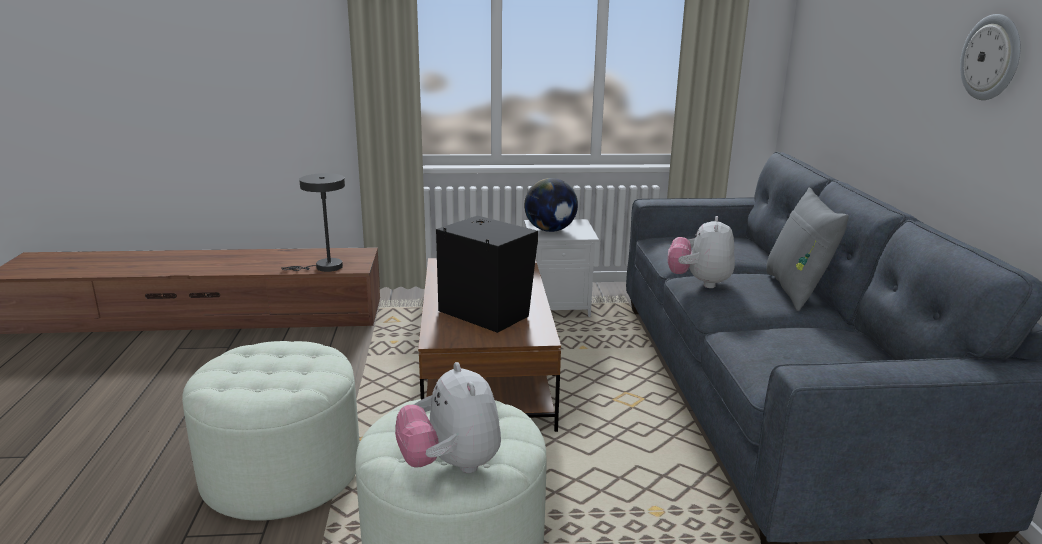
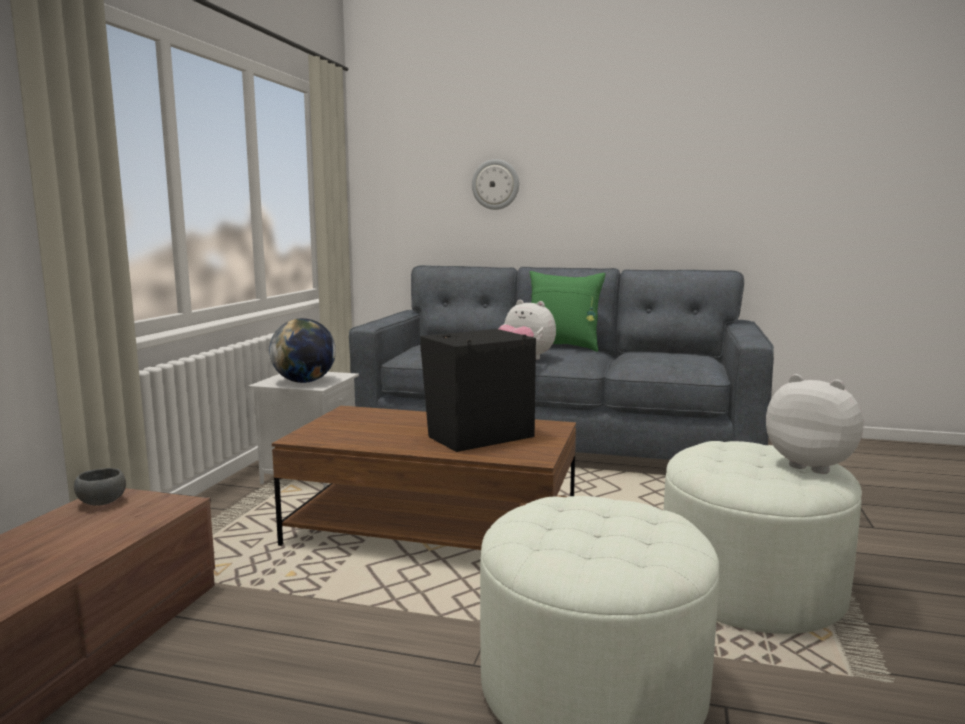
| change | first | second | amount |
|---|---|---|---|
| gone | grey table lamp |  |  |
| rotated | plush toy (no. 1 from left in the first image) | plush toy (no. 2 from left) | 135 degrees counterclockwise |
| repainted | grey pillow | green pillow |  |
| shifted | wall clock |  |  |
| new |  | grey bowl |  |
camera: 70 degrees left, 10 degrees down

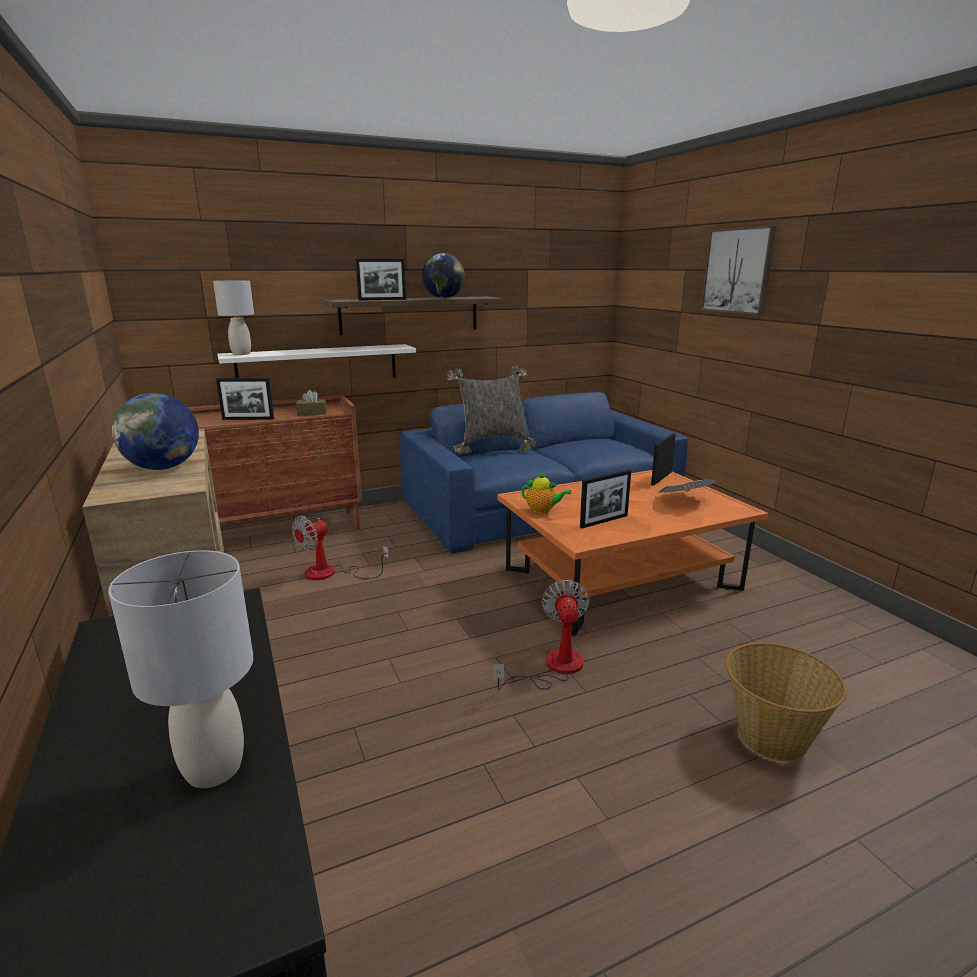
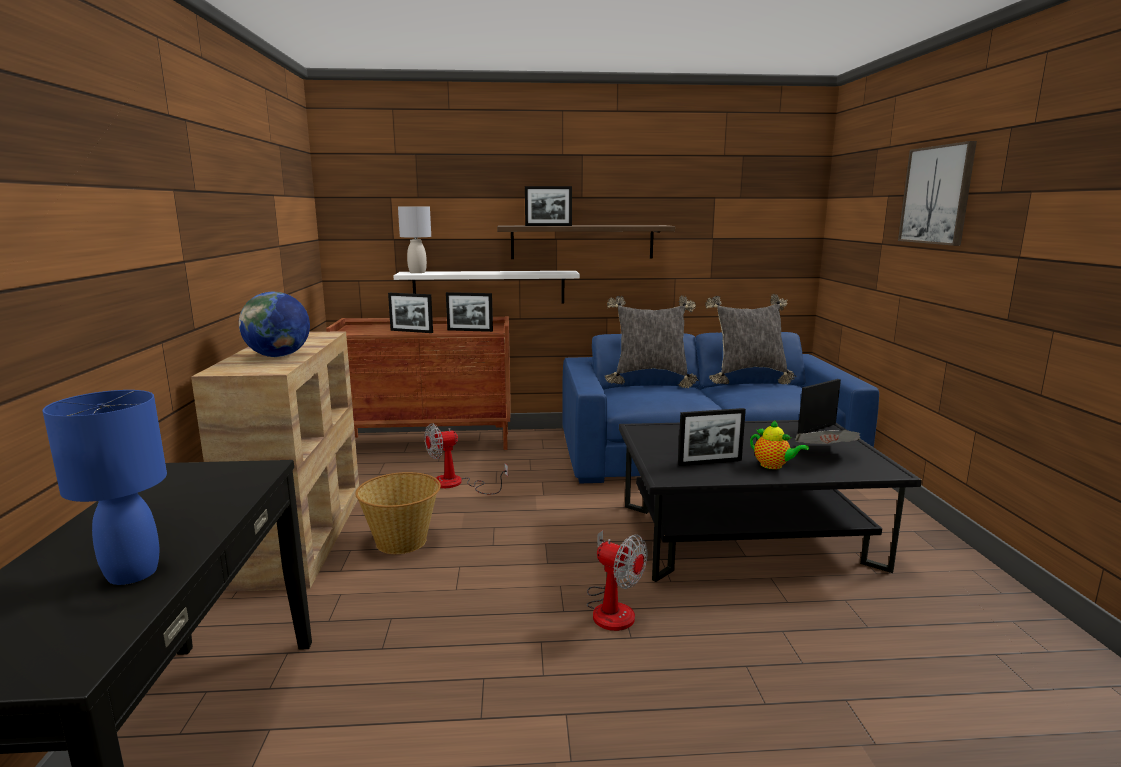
| change | first | second | amount |
|---|---|---|---|
| repainted | grey table lamp (no. 1 from left) | blue table lamp |  |
| swapped | brown tissue box | picture frame (no. 2 from left) |  |
| gone | globe (no. 2 from left) |  |  |
| rotated | fan (no. 2 from left) |  | 105 degrees clockwise |
| repainted | orange coffee table | black coffee table |  |
| shifted | teapot |  |  |
| shifted | basket |  |  |
| new |  | pillow (no. 2 from left) |  |
camera: 20 degrees right, 5 degrees down

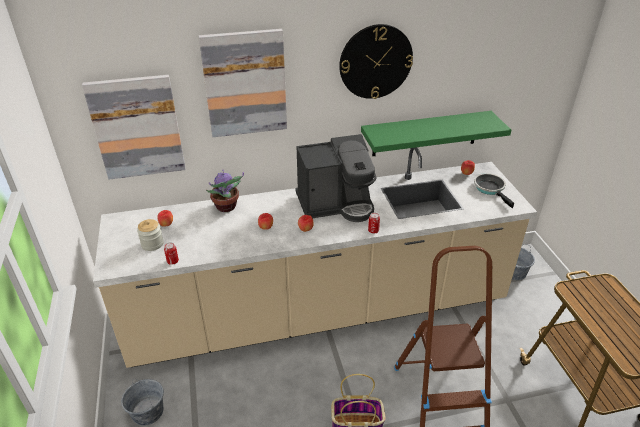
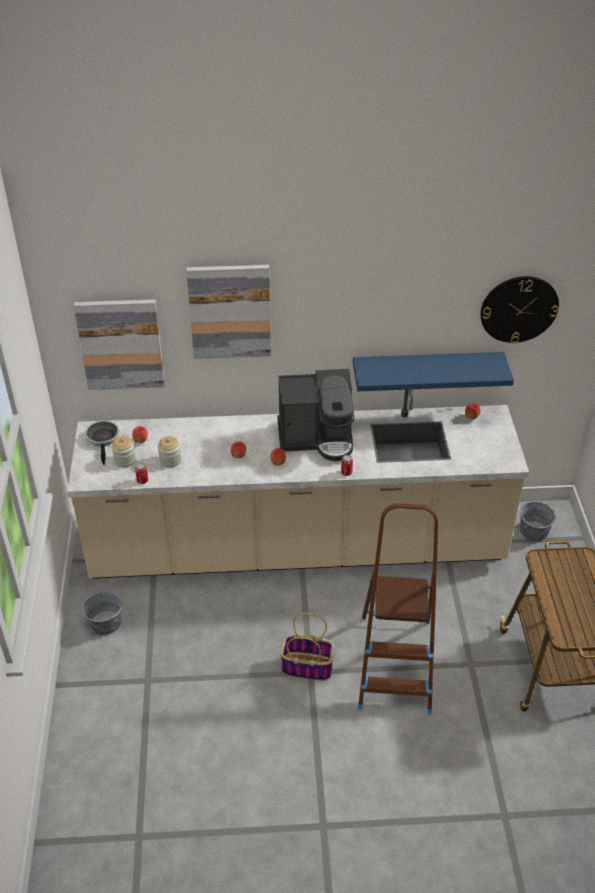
| change | first | second | amount |
|---|---|---|---|
| gone | potted plant |  |  |
| shifted | wall clock |  |  |
| repainted | green shelf | blue shelf |  |
| shifted | frying pan |  |  |
| new |  | jar (no. 2 from left) |  |
camera: 10 degrees right, 5 degrees up

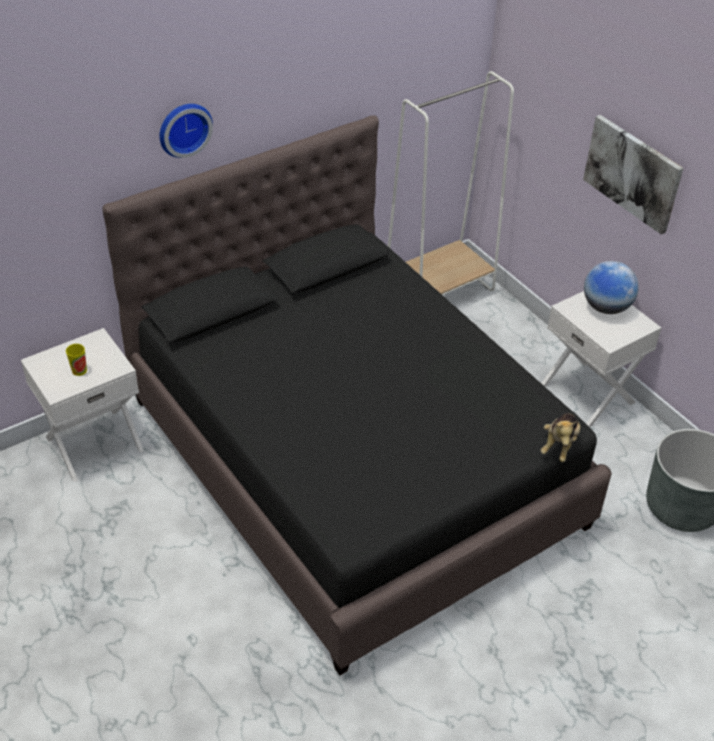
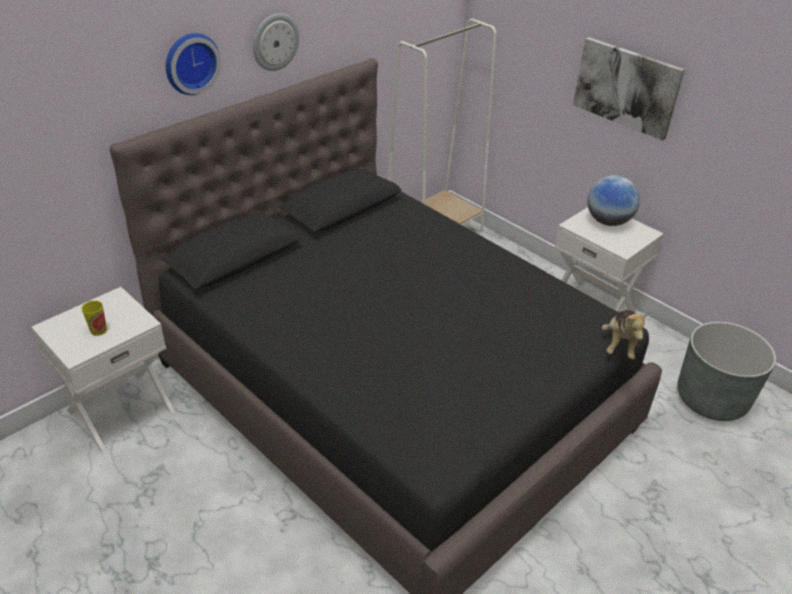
| change | first | second | amount |
|---|---|---|---|
| new |  | wall clock (no. 2 from left) |  |
camera: 10 degrees left, 5 degrees down

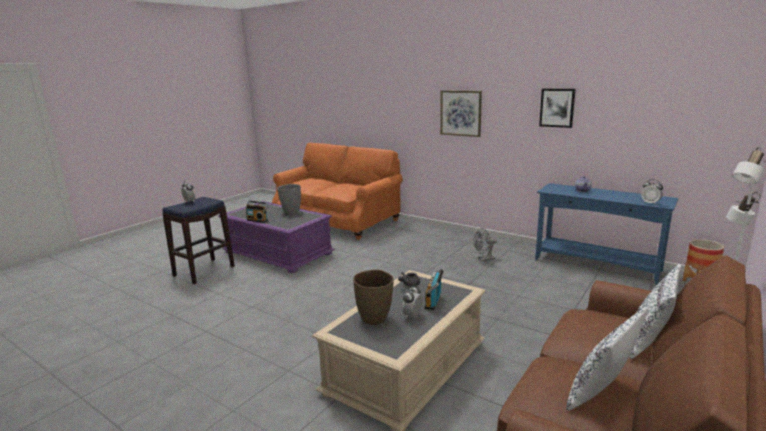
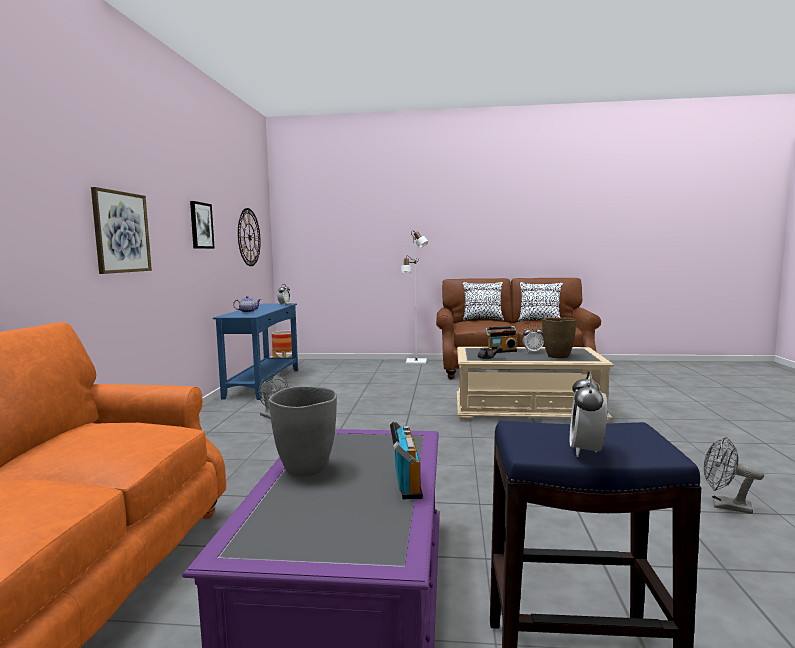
| change | first | second | amount |
|---|---|---|---|
| new |  | wall clock |  |
| new |  | grey fan (no. 2 from left) |  |
camera: 120 degrees left, 10 degrees down

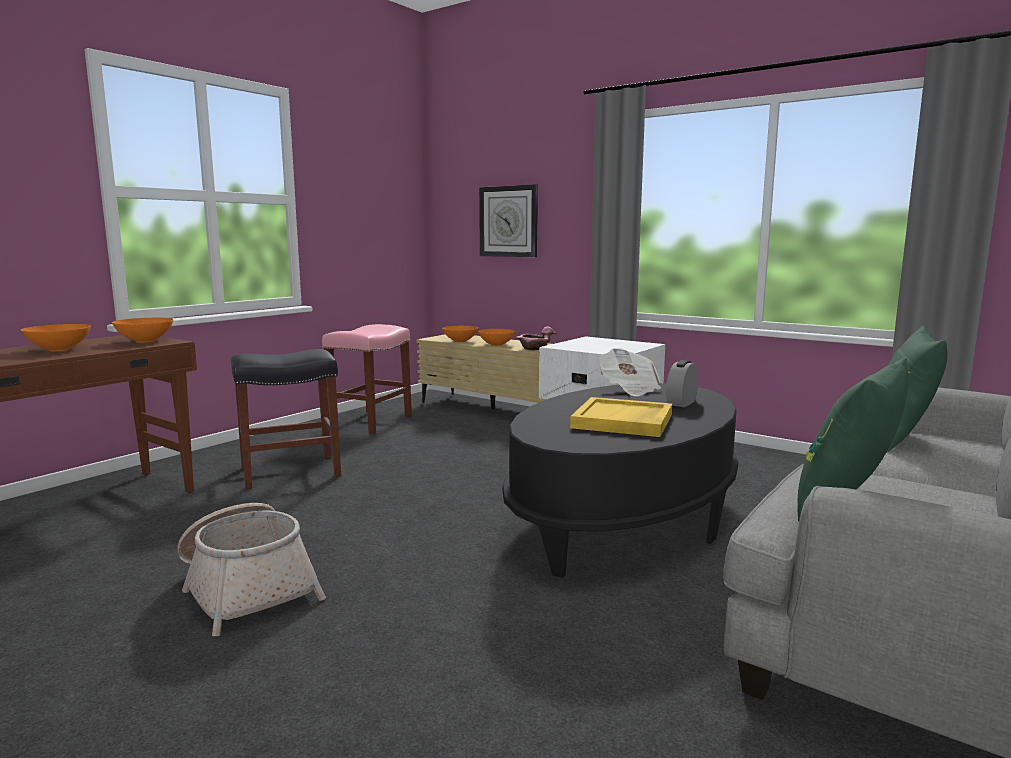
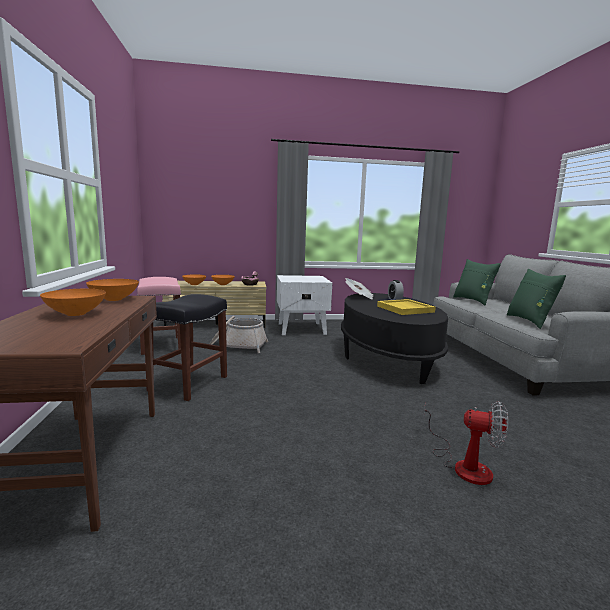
| change | first | second | amount |
|---|---|---|---|
| shifted | basket |  |  |
| gone | wall clock |  |  |
| new |  | fan |  |
camera: 45 degrees left, 0 degrees up

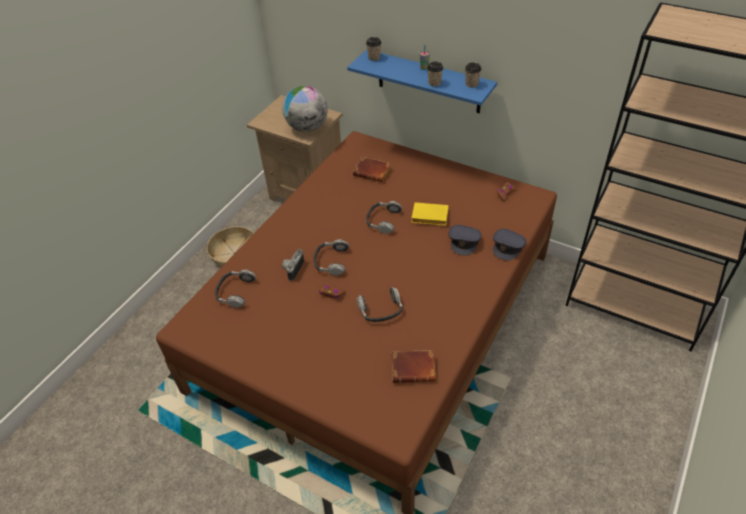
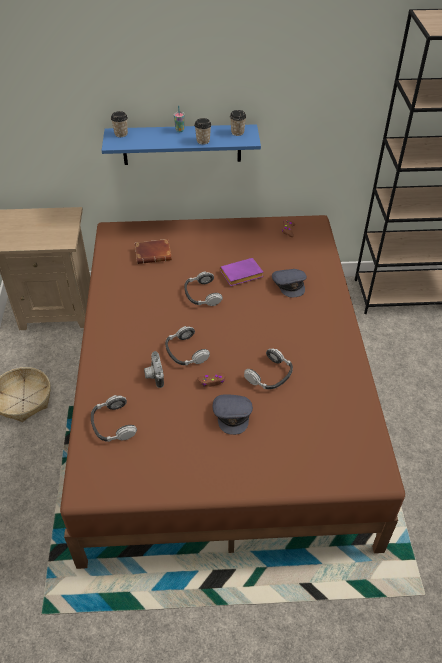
| change | first | second | amount |
|---|---|---|---|
| gone | globe |  |  |
| gone | brown book (no. 2 from left) |  |  |
| repainted | yellow book | purple book |  |
| shifted | grey cap (no. 2 from left in the first image) | grey cap (no. 1 from left) |  |
camera: 35 degrees left, 0 degrees up

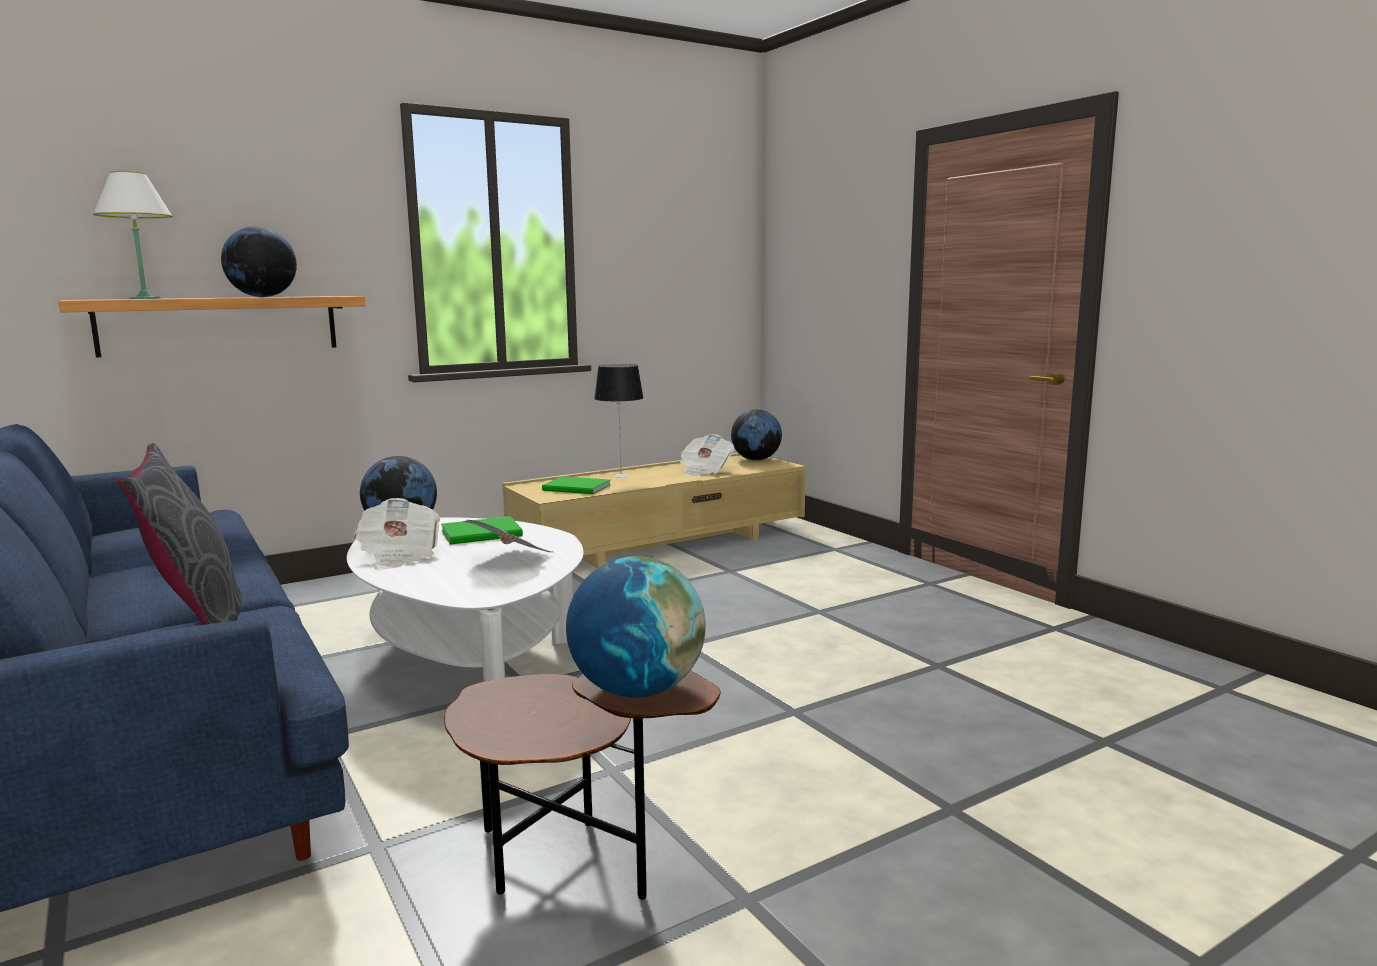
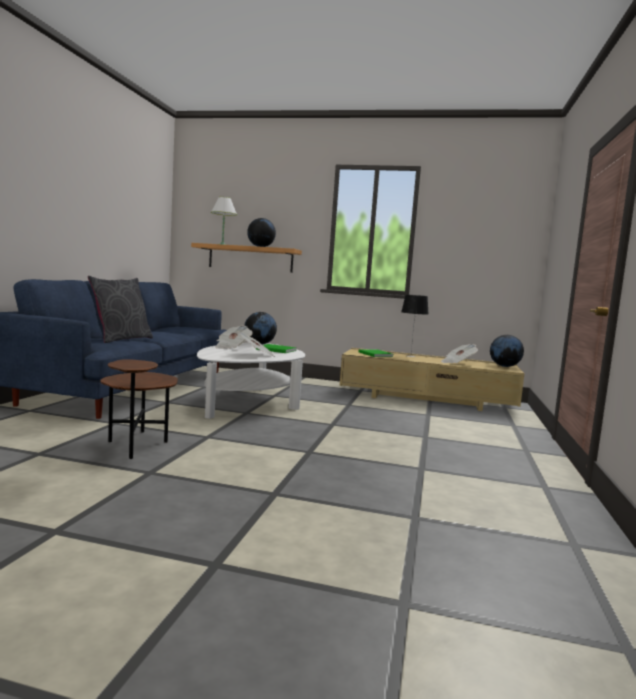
| change | first | second | amount |
|---|---|---|---|
| gone | globe (no. 3 from left) |  |  |
camera: 45 degrees right, 5 degrees down

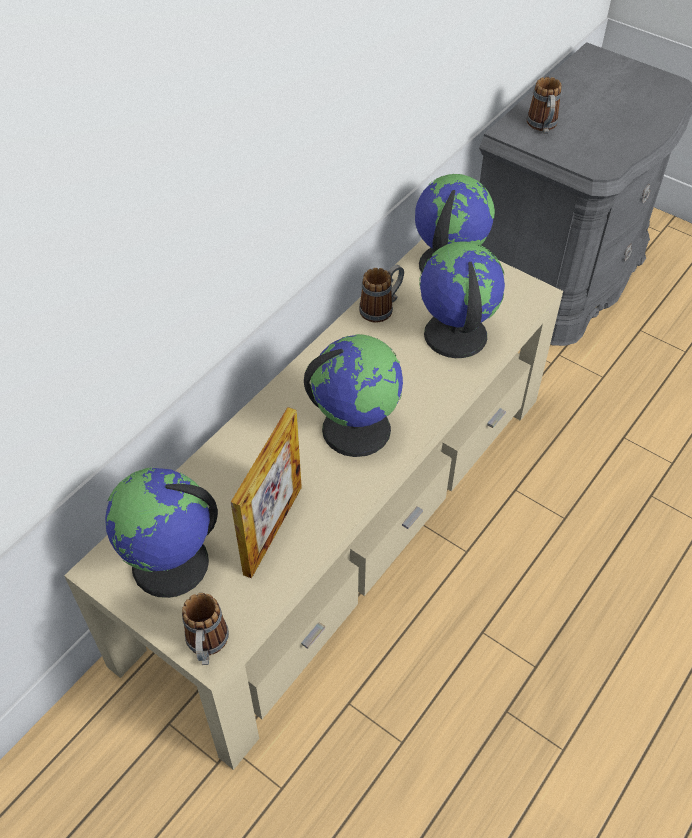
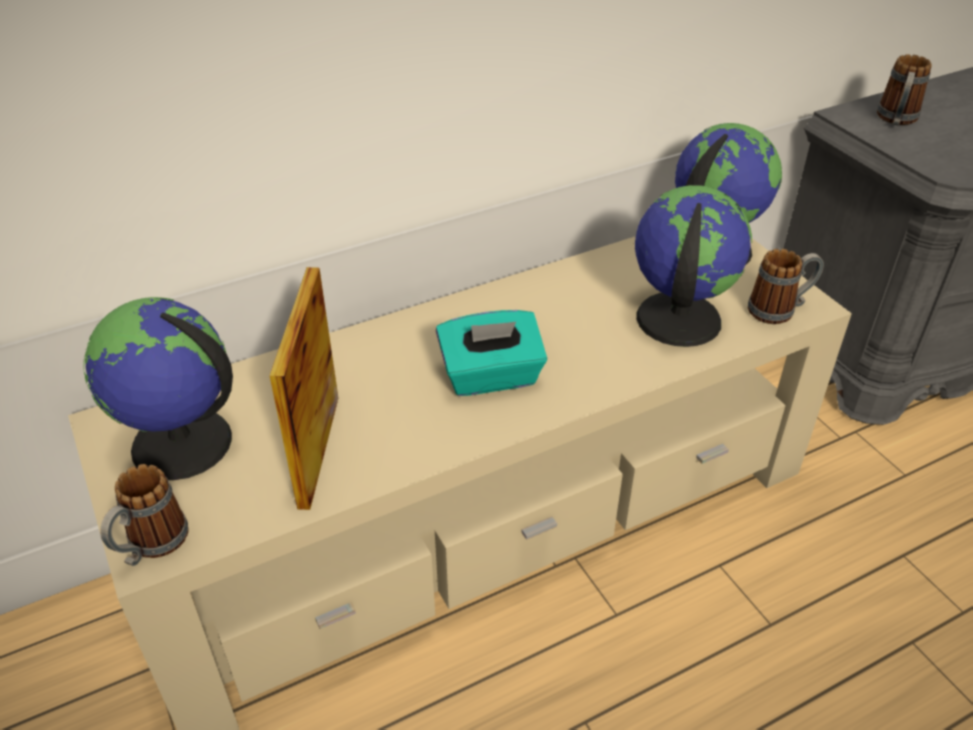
| change | first | second | amount |
|---|---|---|---|
| rotated | picture frame |  | 135 degrees clockwise |
| swapped | globe (no. 2 from left) | turquoise tissue box |  |
| shifted | mug (no. 2 from left) |  |  |
camera: 25 degrees right, 10 degrees down

